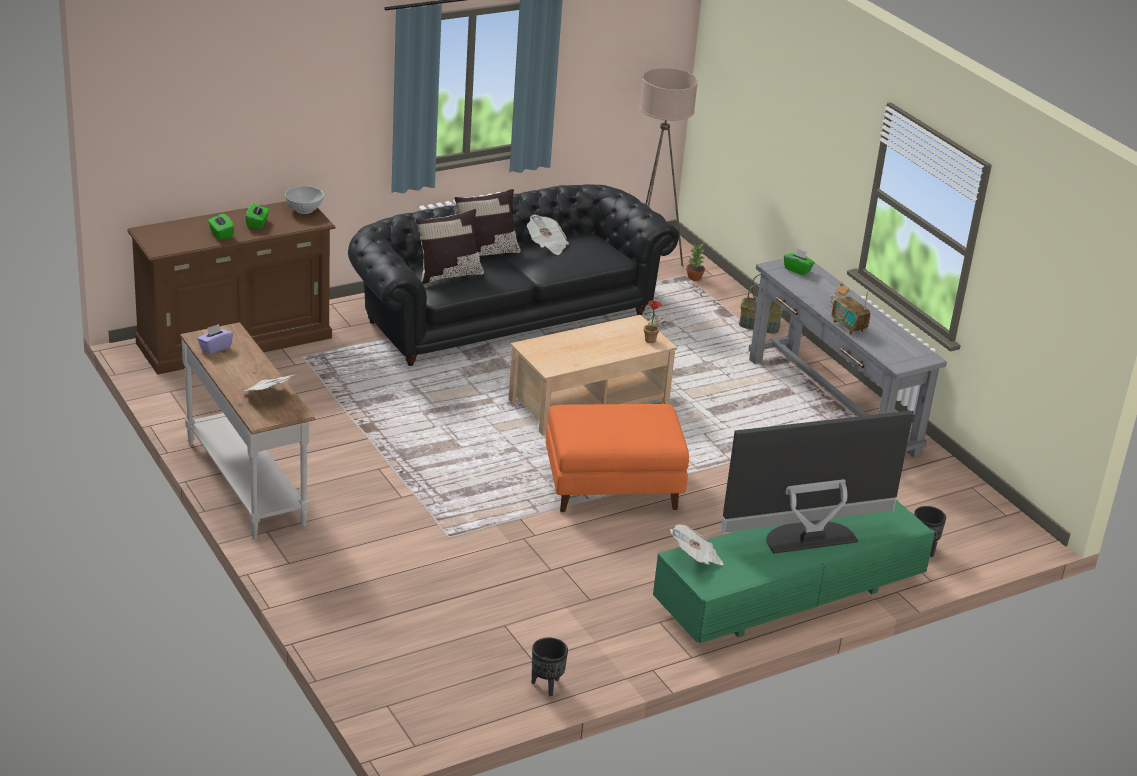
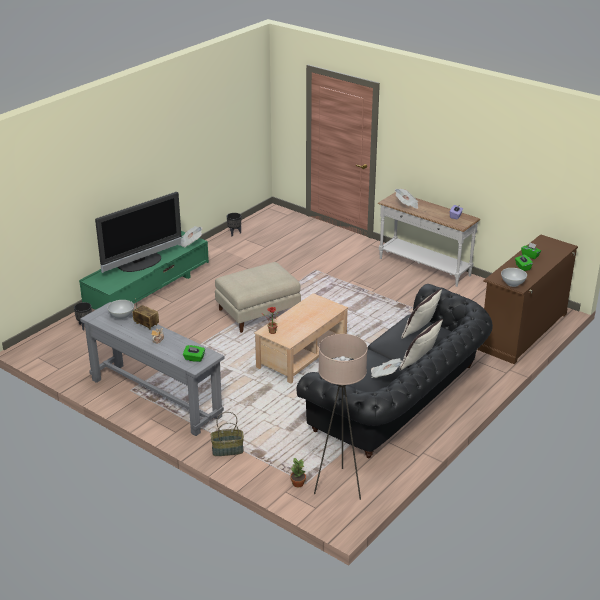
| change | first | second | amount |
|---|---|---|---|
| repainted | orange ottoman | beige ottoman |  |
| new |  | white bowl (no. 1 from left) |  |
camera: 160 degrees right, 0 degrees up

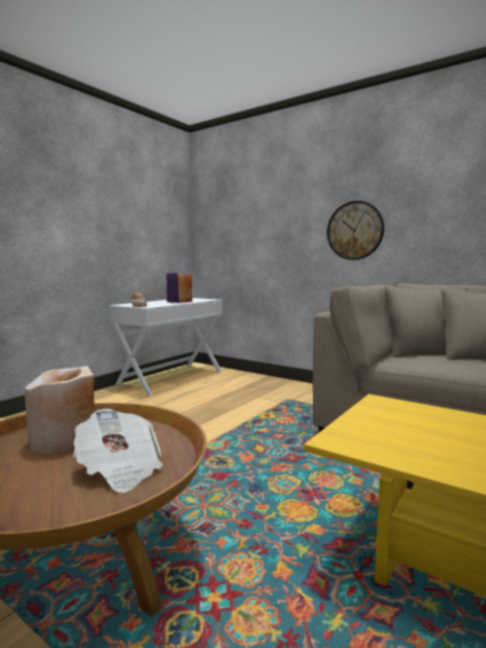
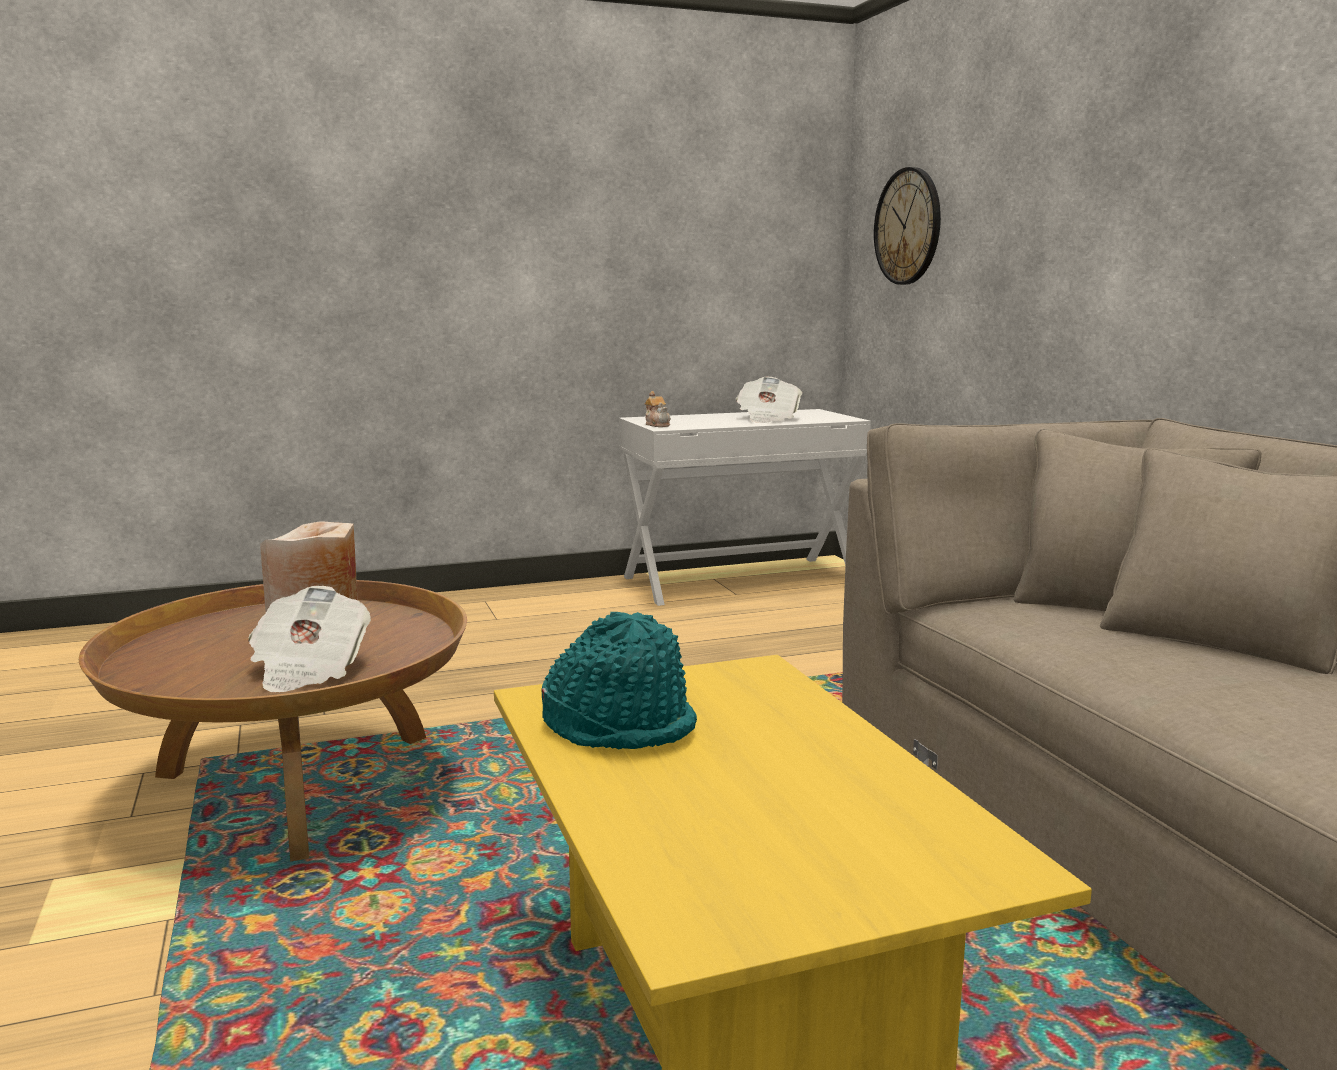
| change | first | second | amount |
|---|---|---|---|
| swapped | purple vase | newspaper (no. 2 from left) |  |
| shifted | wall clock |  |  |
| new |  | turquoise hat |  |
camera: 35 degrees right, 5 degrees up

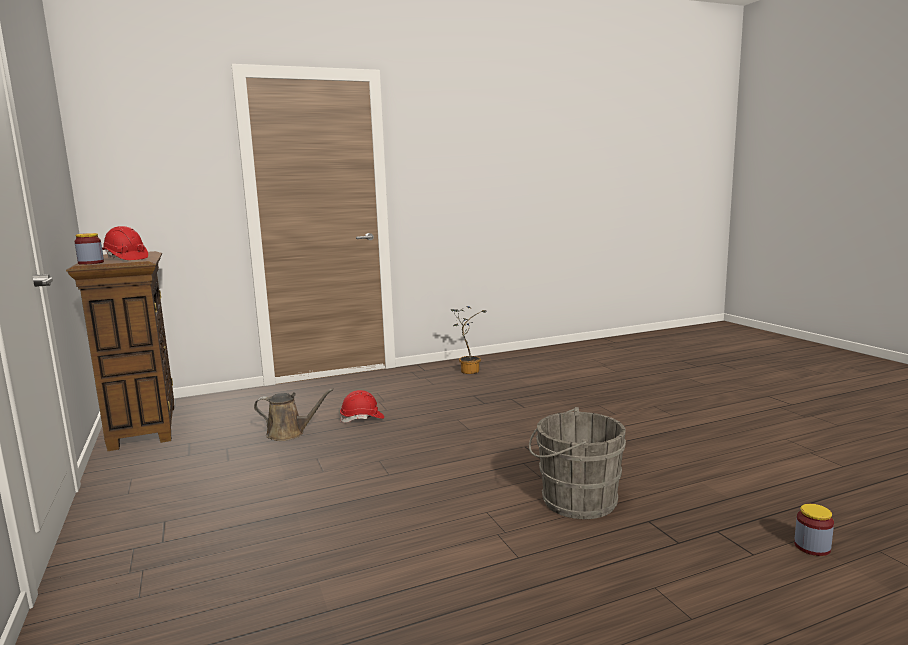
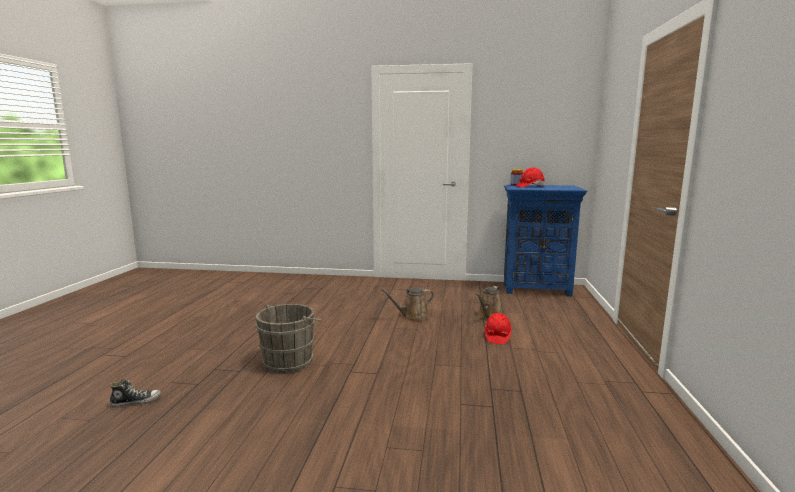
| change | first | second | amount |
|---|---|---|---|
| repainted | brown cabinet | blue cabinet |  |
| gone | potted plant |  |  |
| swapped | jar (no. 2 from left) | shoe |  |
| new |  | brown watering can (no. 1 from left) |  |
camera: 120 degrees right, 0 degrees up

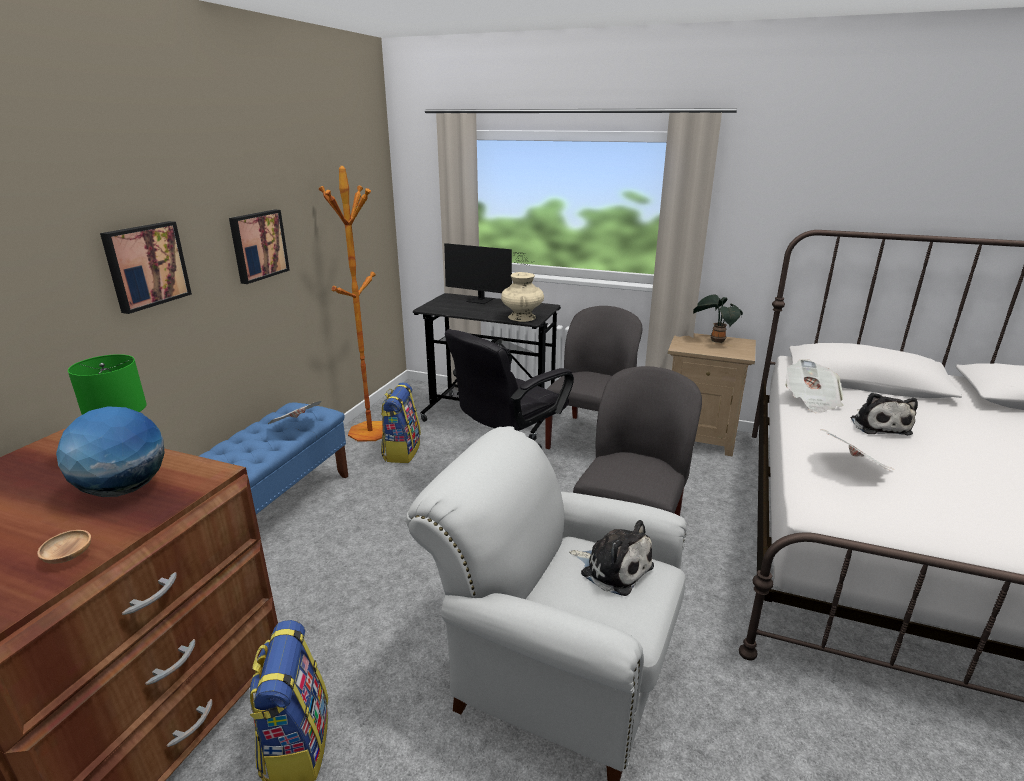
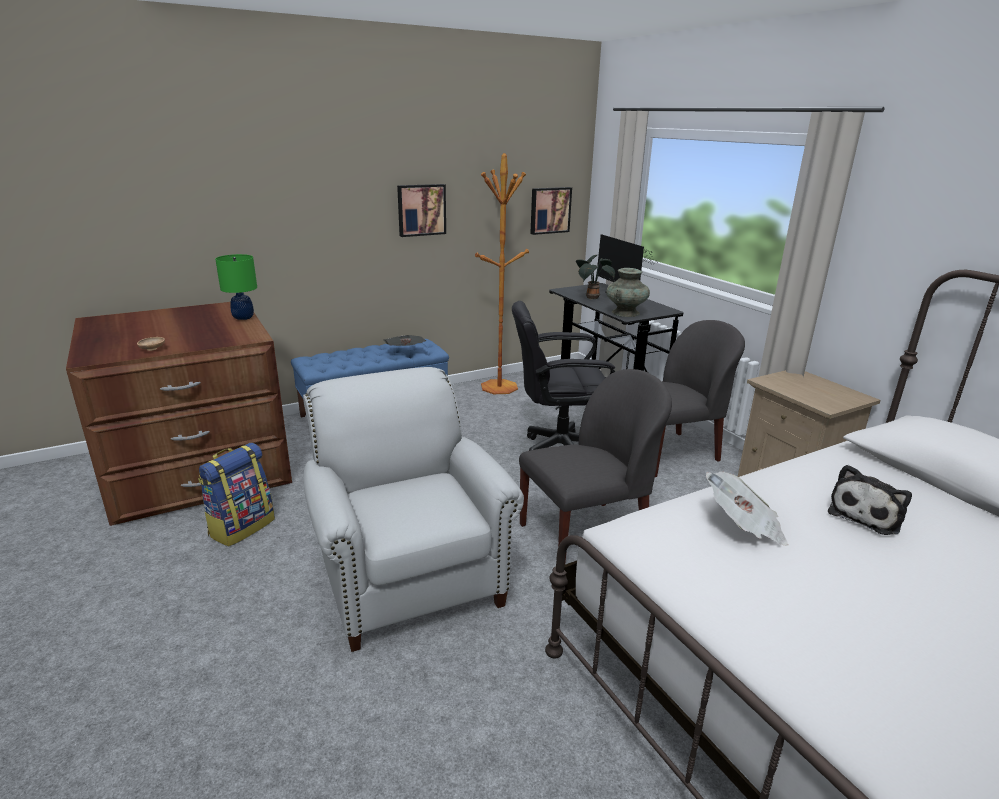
| change | first | second | amount |
|---|---|---|---|
| gone | globe |  |  |
| shifted | picture (no. 1 from left in the first image) | picture (no. 2 from left) |  |
| gone | backpack (no. 2 from left) |  |  |
| repainted | beige vase | turquoise vase |  |
| gone | plush toy (no. 1 from left) |  |  |
| shifted | potted plant |  |  |
| gone | newspaper (no. 2 from left) |  |  |
camera: 40 degrees right, 0 degrees up

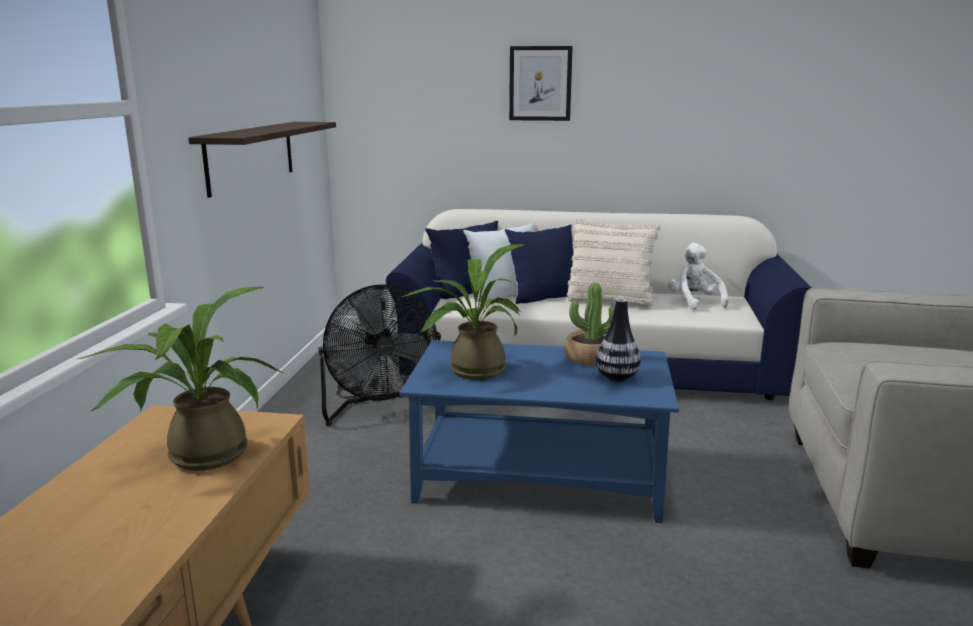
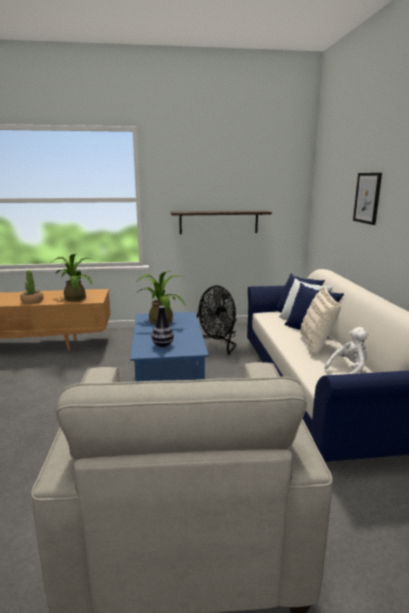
| change | first | second | amount |
|---|---|---|---|
| shifted | potted plant (no. 3 from left in the first image) | potted plant (no. 1 from left) |  |
camera: 75 degrees right, 0 degrees up

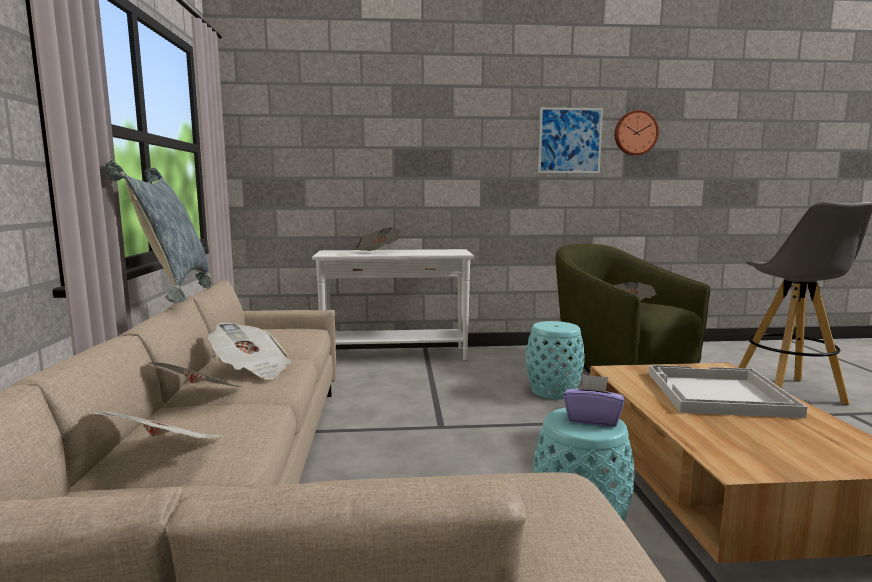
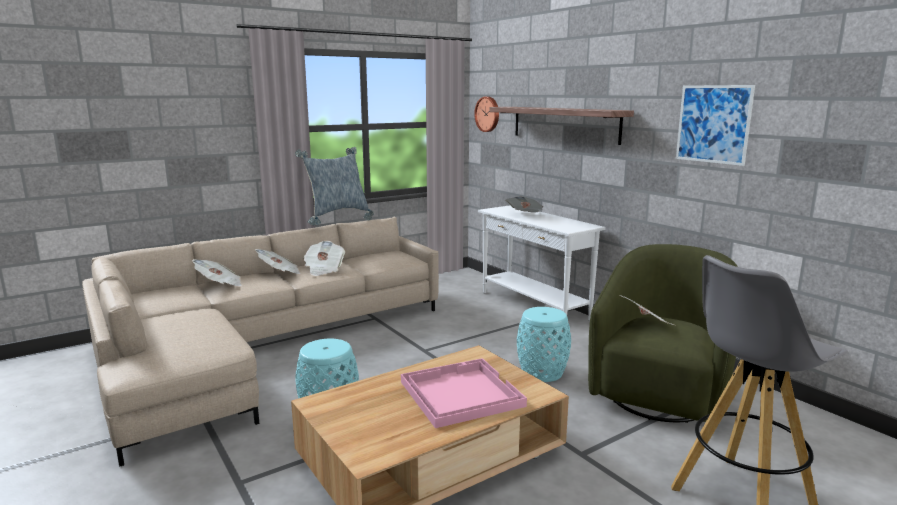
| change | first | second | amount |
|---|---|---|---|
| gone | purple tissue box |  |  |
| shifted | wall clock |  |  |
| repainted | white tray | pink tray |  |
| new |  | shelf |  |
camera: 60 degrees right, 5 degrees up

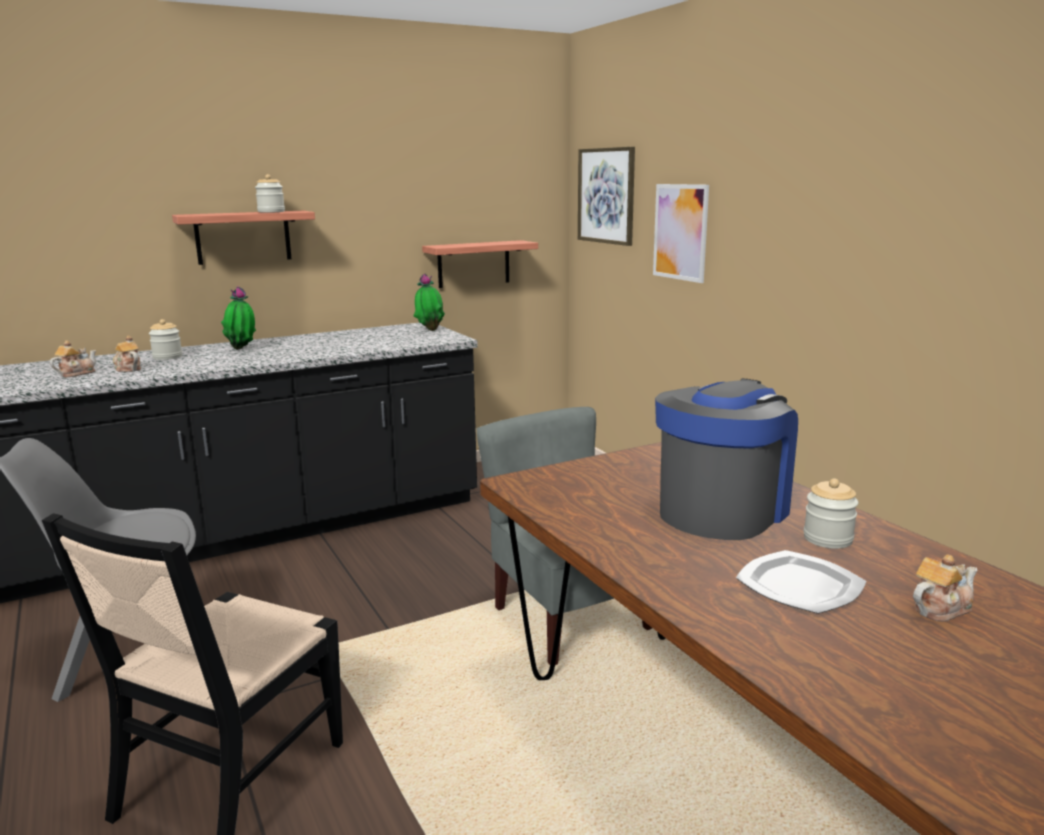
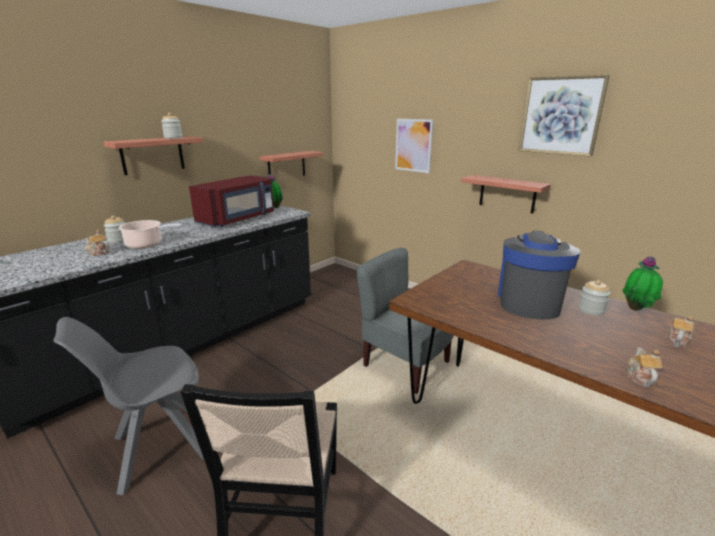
| change | first | second | amount |
|---|---|---|---|
| shifted | teapot (no. 1 from left in the first image) | teapot (no. 2 from left) |  |
| shifted | potted plant (no. 1 from left in the first image) | potted plant (no. 2 from left) |  |
| shifted | picture (no. 1 from left in the first image) | picture (no. 2 from left) |  |
| gone | plate |  |  |
| new |  | cooking pot |  |
| new |  | red microwave |  |
| new |  | shelf (no. 3 from left) |  |
camera: 20 degrees left, 5 degrees up

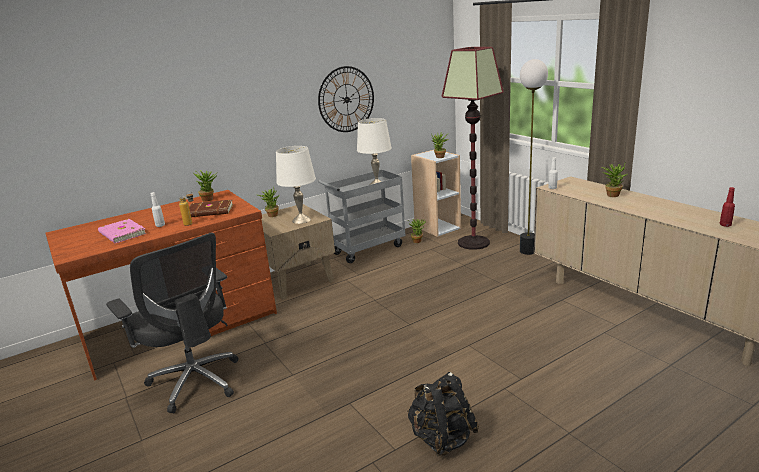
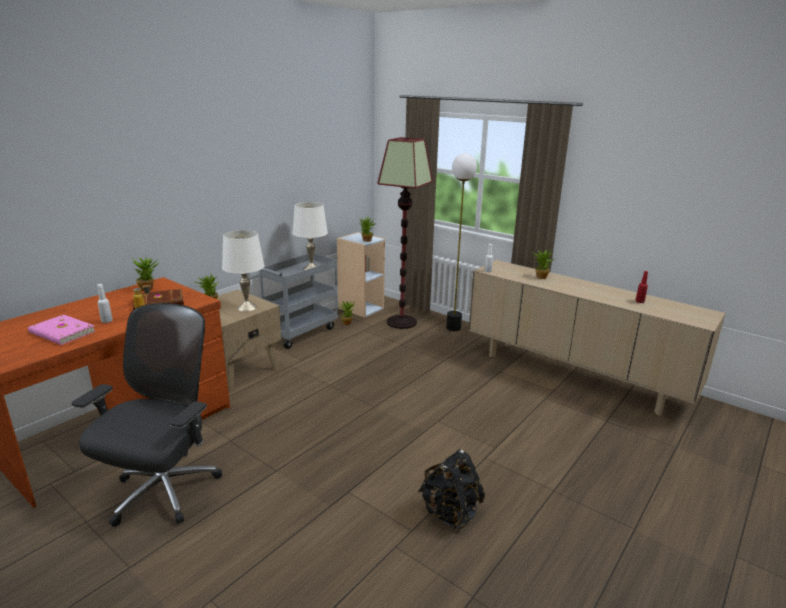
| change | first | second | amount |
|---|---|---|---|
| rotated | office chair |  | 105 degrees counterclockwise |
| gone | wall clock |  |  |
camera: 20 degrees left, 0 degrees up

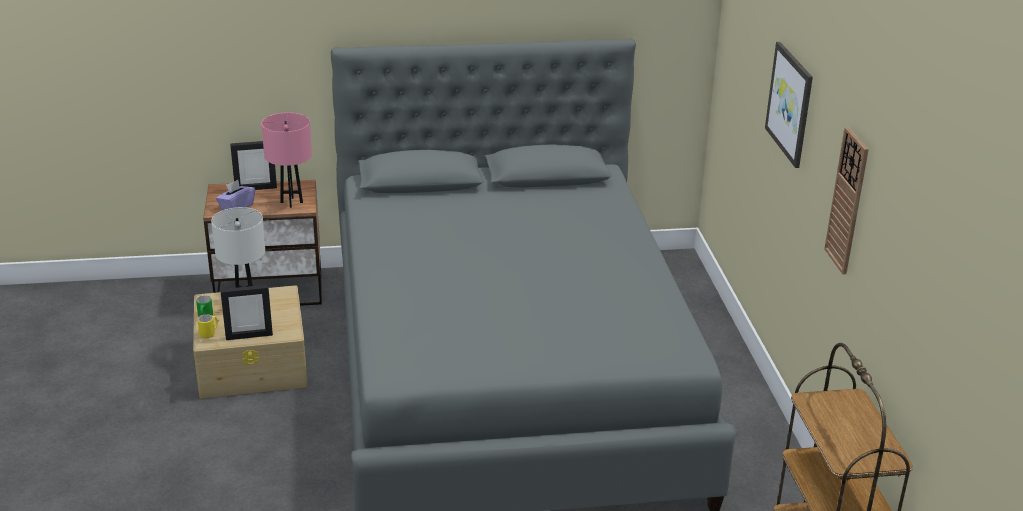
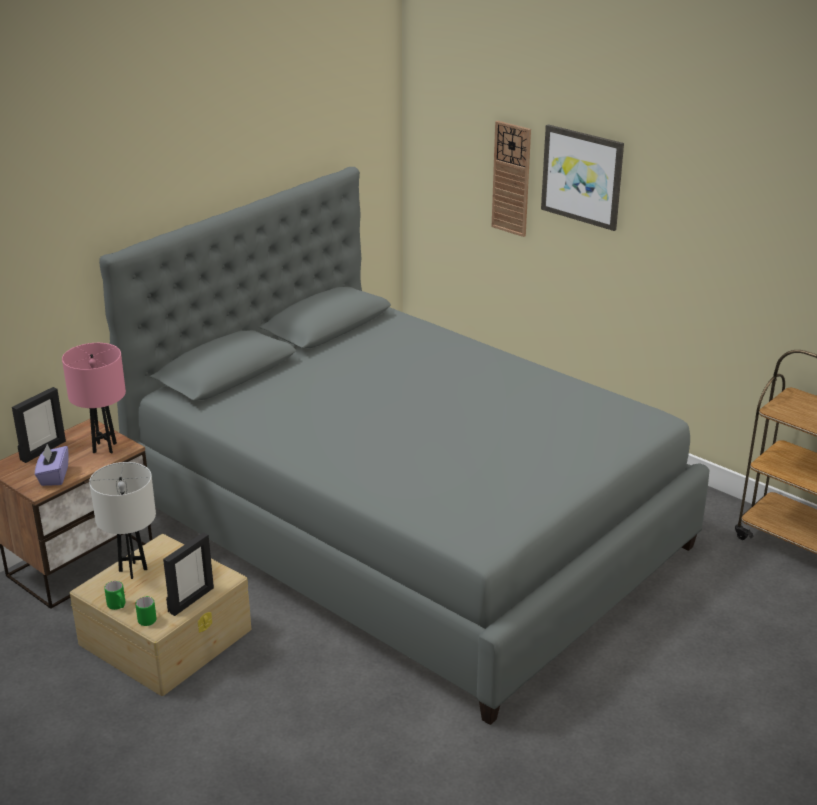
| change | first | second | amount |
|---|---|---|---|
| repainted | yellow mug | green mug (no. 2 from left) |  |
| shifted | wall clock |  |  |
camera: 40 degrees left, 0 degrees up

